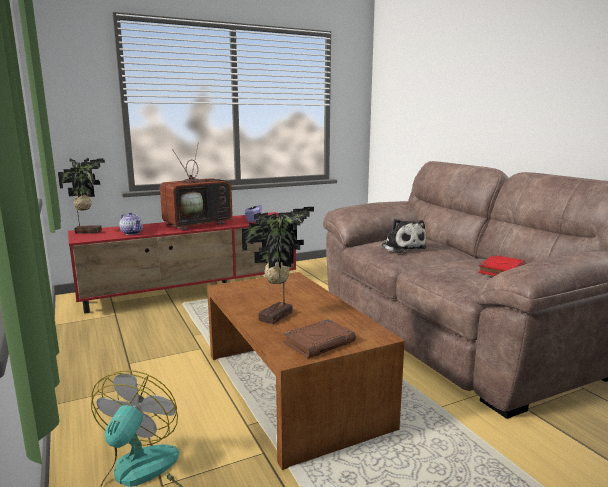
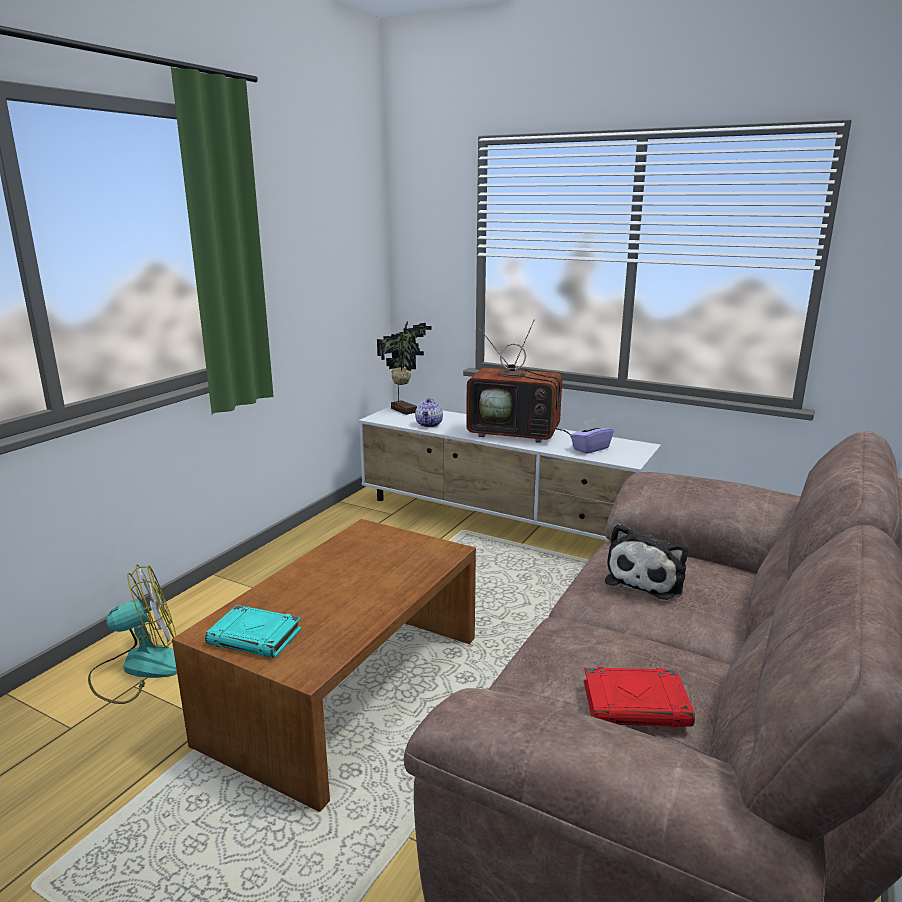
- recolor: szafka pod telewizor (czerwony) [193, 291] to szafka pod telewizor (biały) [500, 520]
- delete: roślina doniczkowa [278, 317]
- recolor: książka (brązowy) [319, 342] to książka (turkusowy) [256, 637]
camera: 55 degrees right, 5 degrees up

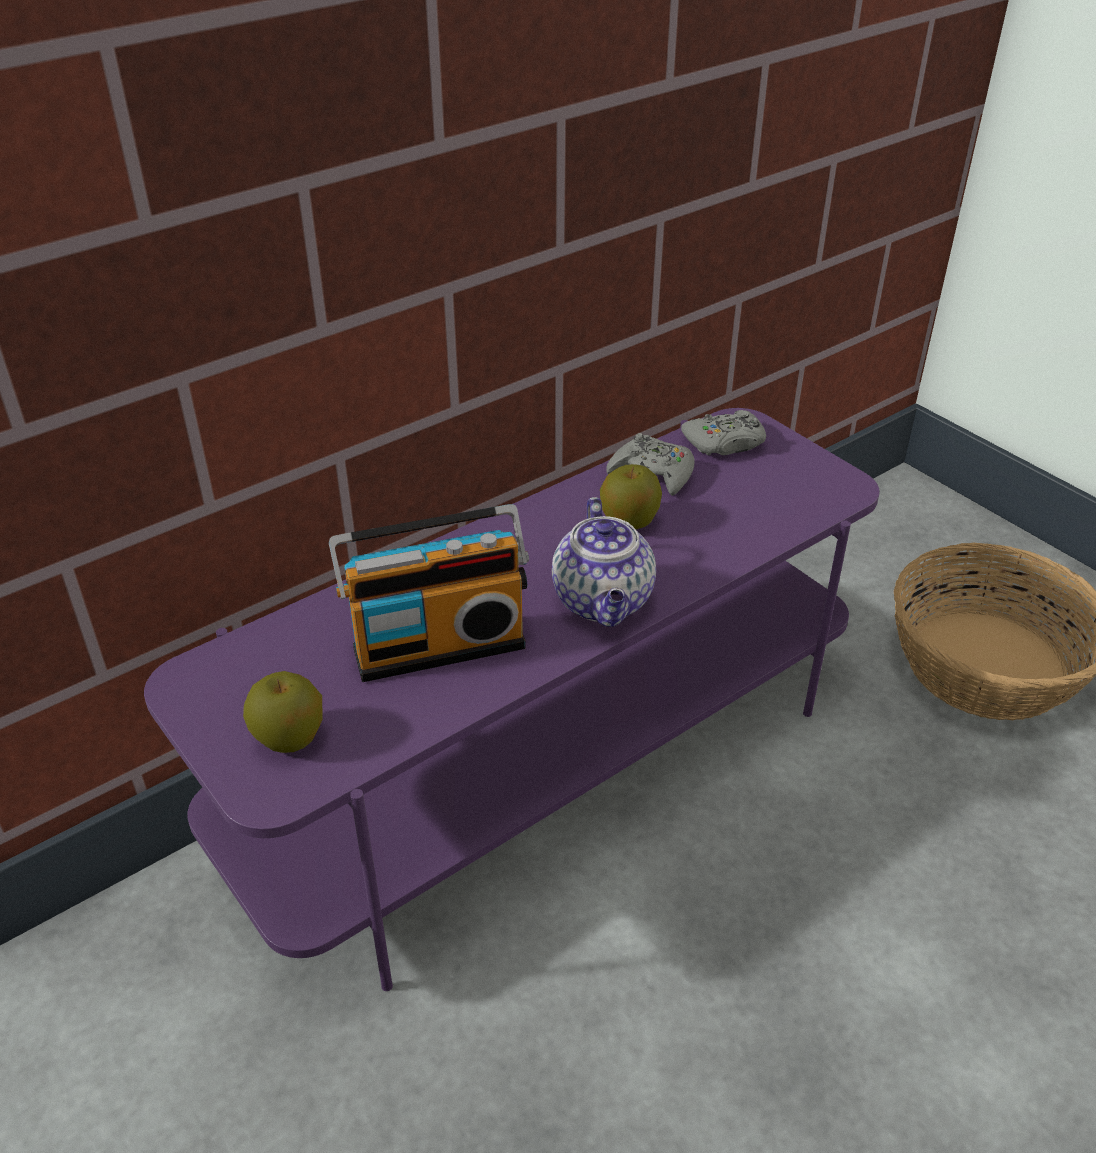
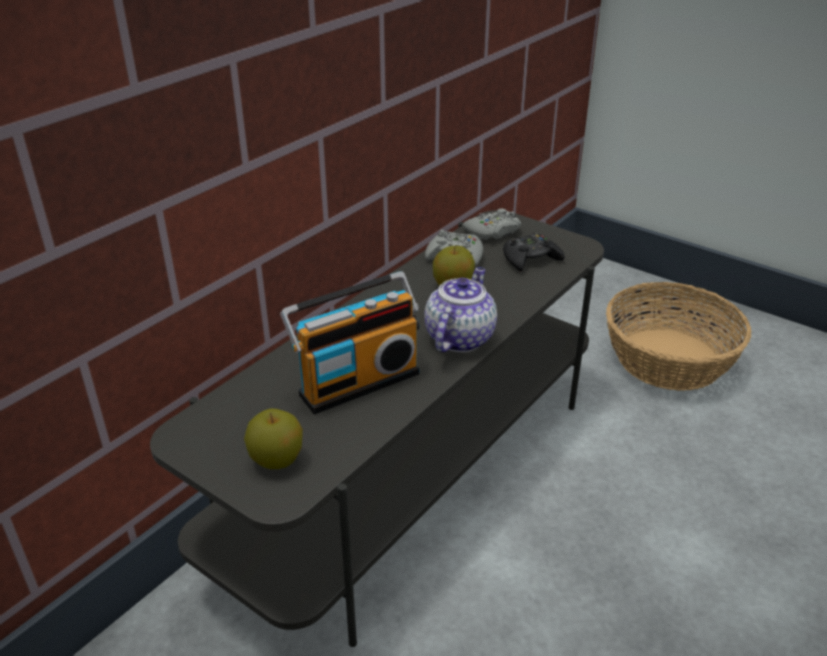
- recolor: szafka pod telewizor (fioletowy) [550, 766] to szafka pod telewizor (szary) [414, 472]
- rotate: imbryk [604, 602] = [459, 337] 135 degrees counterclockwise
- insert: pad do gier (czarny) [530, 259]
camera: 15 degrees left, 5 degrees down

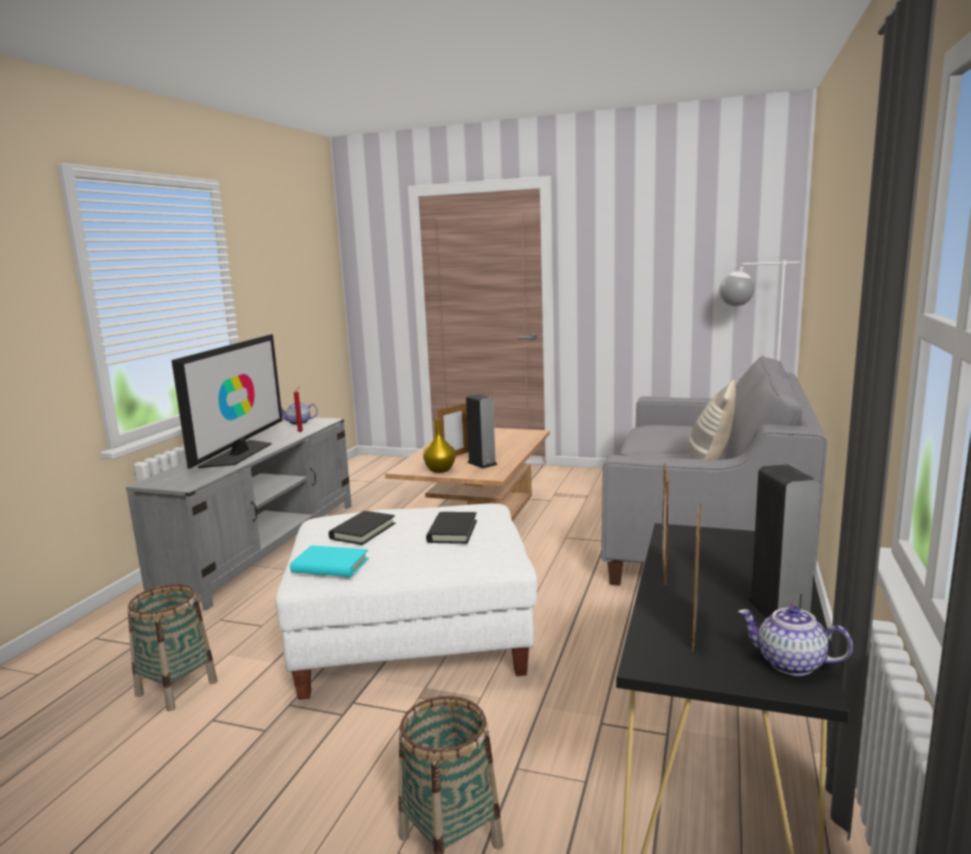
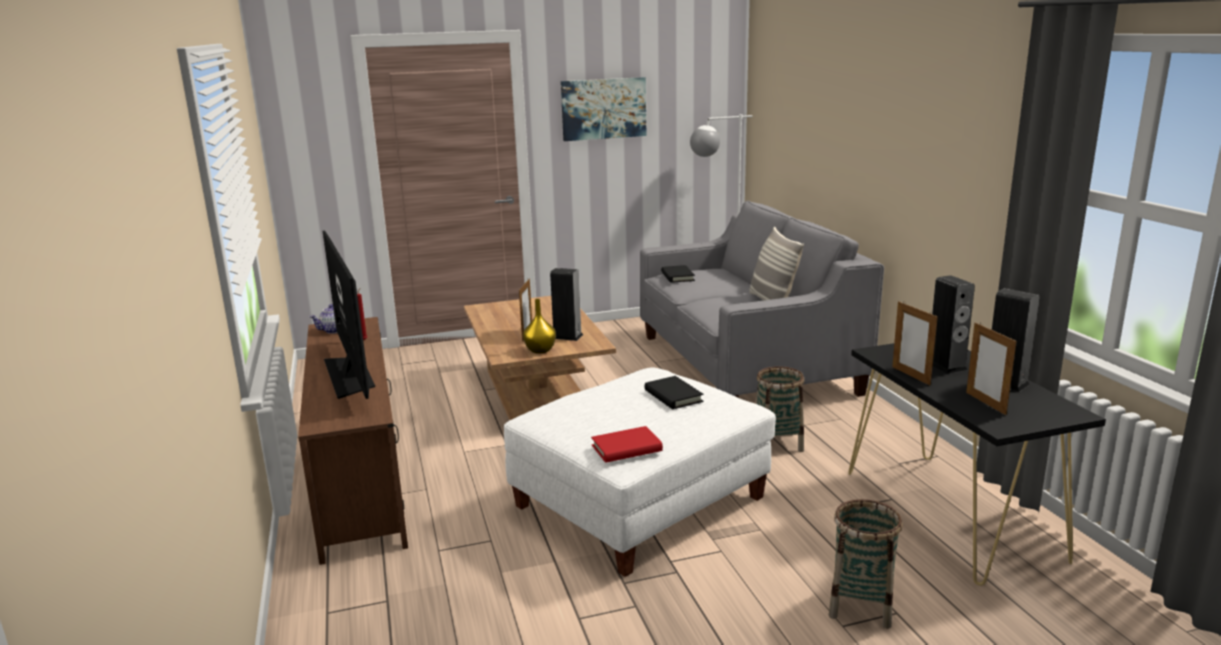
- recolor: szafka pod telewizor (szary) [264, 546] to szafka pod telewizor (brązowy) [360, 476]
- move: koszyk [177, 688] to [777, 443]
- recolor: książka (turkusowy) [330, 566] to książka (czerwony) [626, 448]
- move: książka (czarny) [363, 531] to [677, 276]
- delete: imbryk [790, 663]
- insert: obraz [603, 108]
- insert: głośnik [945, 365]
camera: 35 degrees left, 5 degrees up

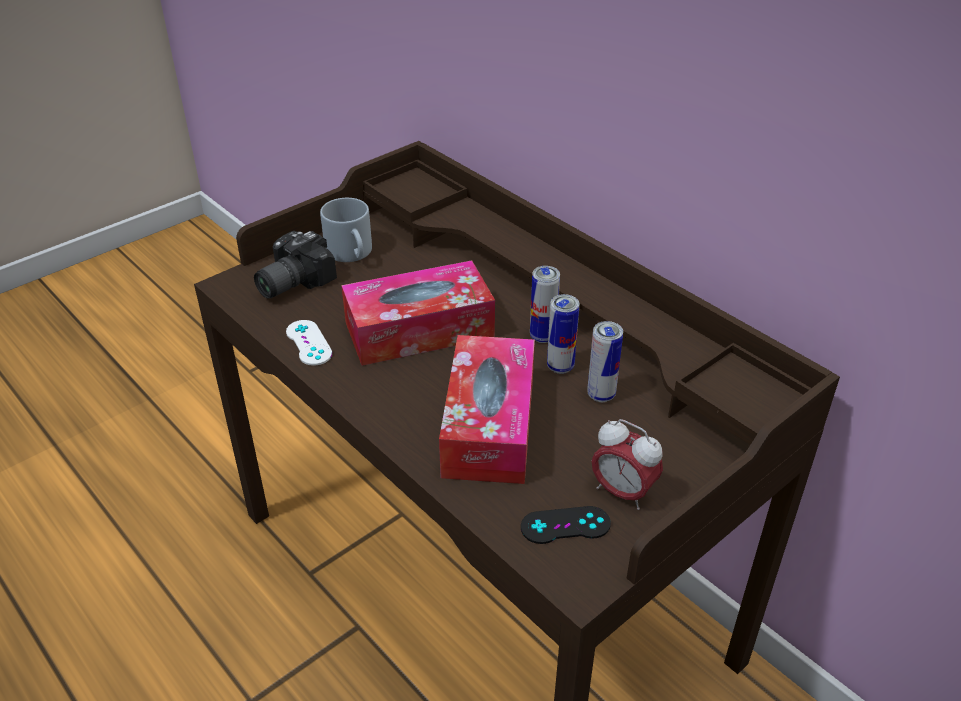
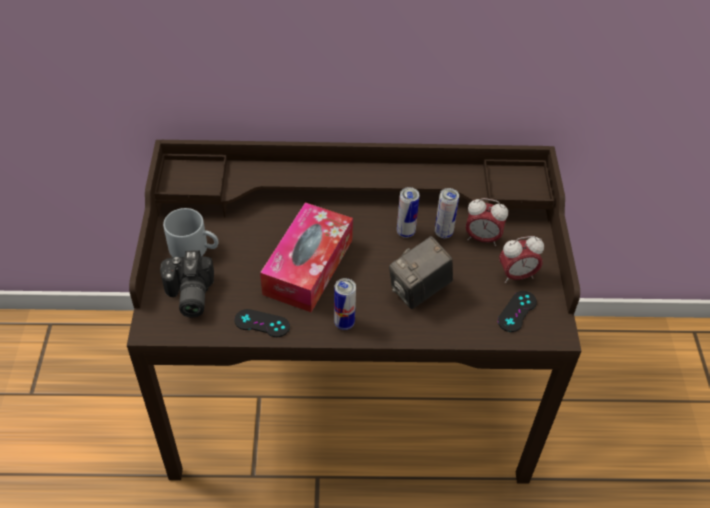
- recolor: pad do gier (biały) [308, 343] to pad do gier (czarny) [262, 323]
- replace: pudełko chusteczek [489, 425] to aparat fotograficzny [419, 291]
- move: puszka [542, 336] to [344, 323]
- insert: budzik [482, 238]
camera: 50 degrees left, 10 degrees up

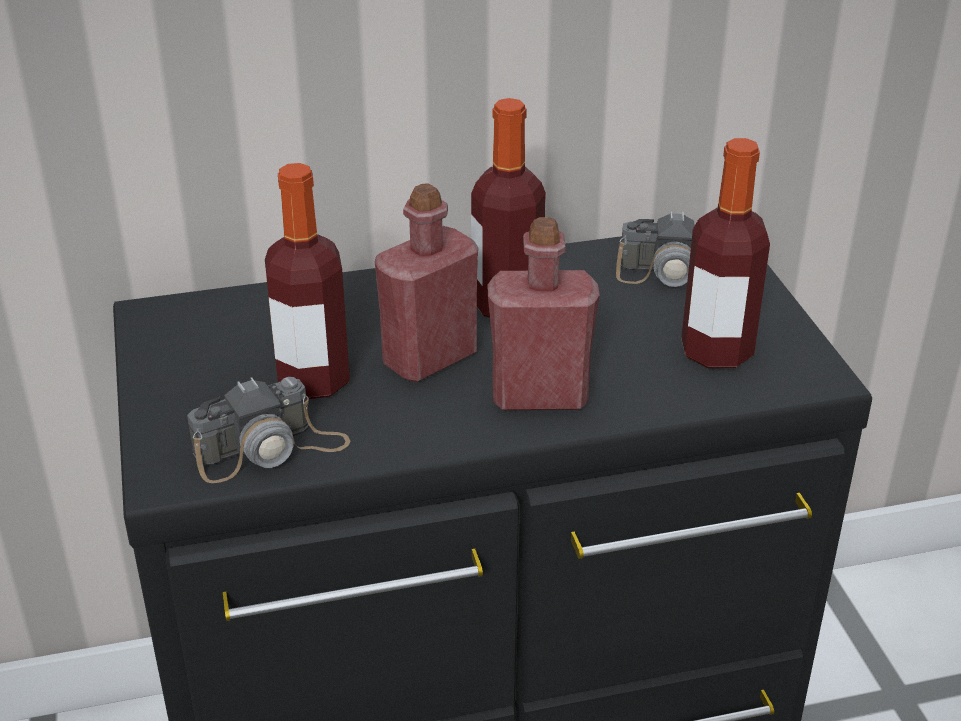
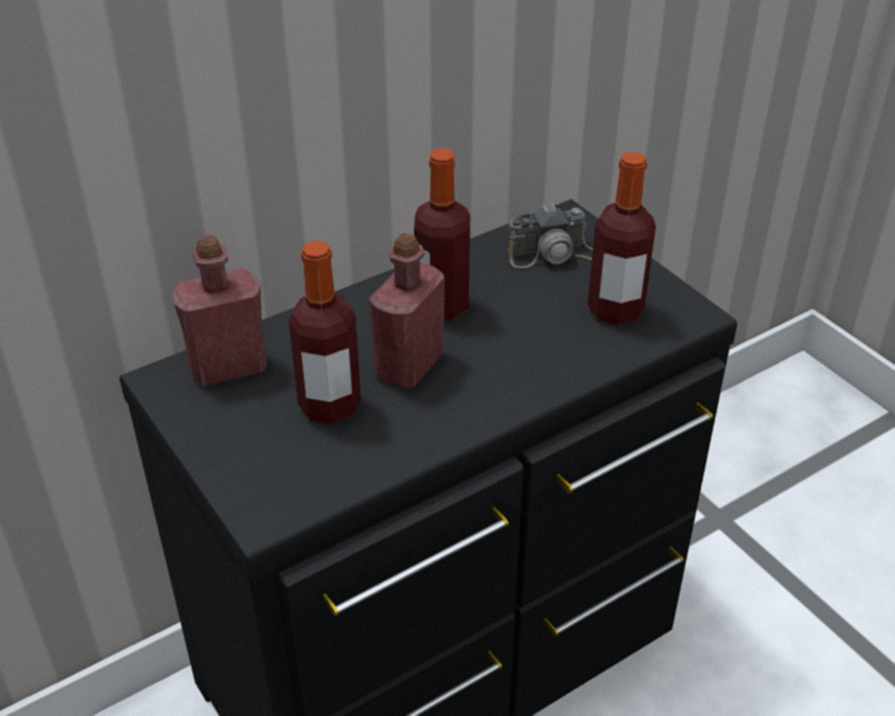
- delete: aparat fotograficzny [271, 449]
- move: butelka (czerwony) [539, 396] to [228, 368]
camera: 20 degrees left, 5 degrees up

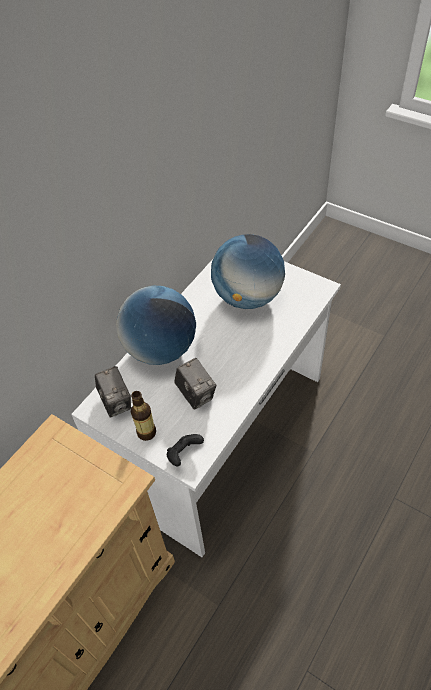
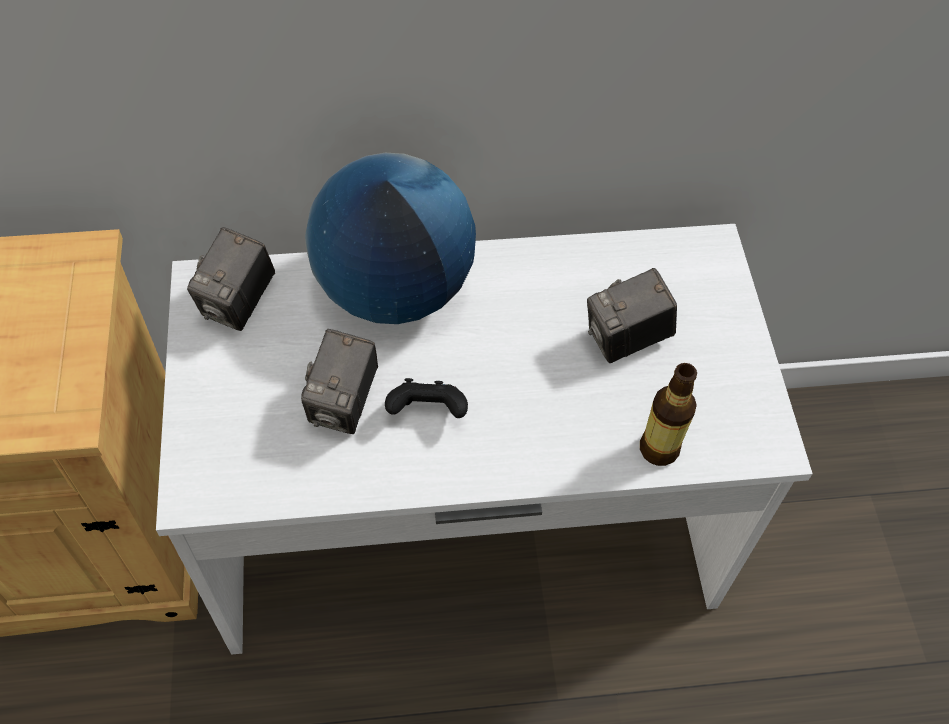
- move: butelka [146, 432] to [659, 449]
- move: pad do gier (czarny) [184, 454] to [427, 412]
- replace: globus [248, 297] to aparat fotograficzny [626, 340]
camera: 45 degrees right, 5 degrees up

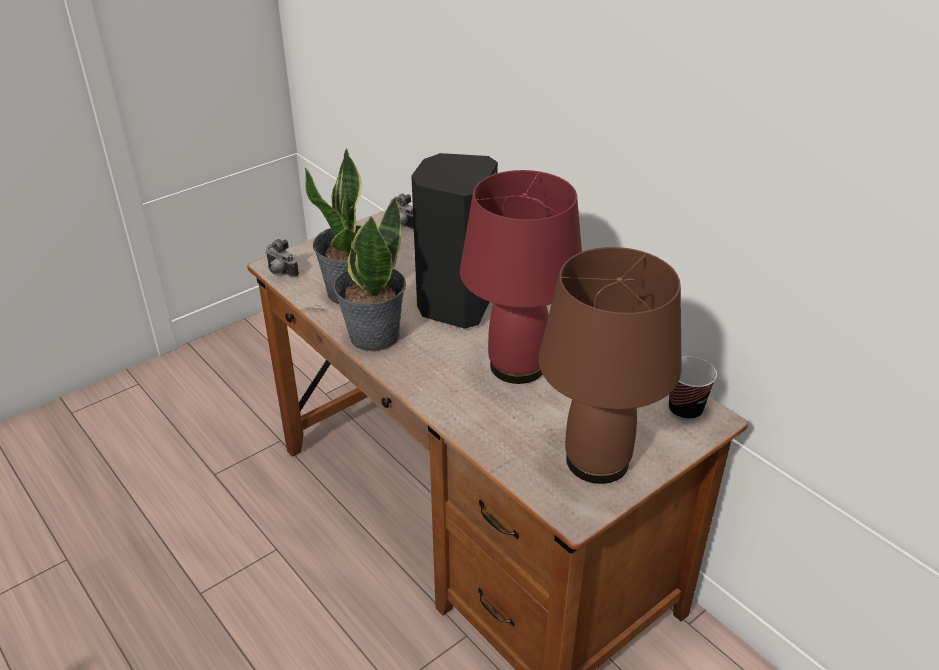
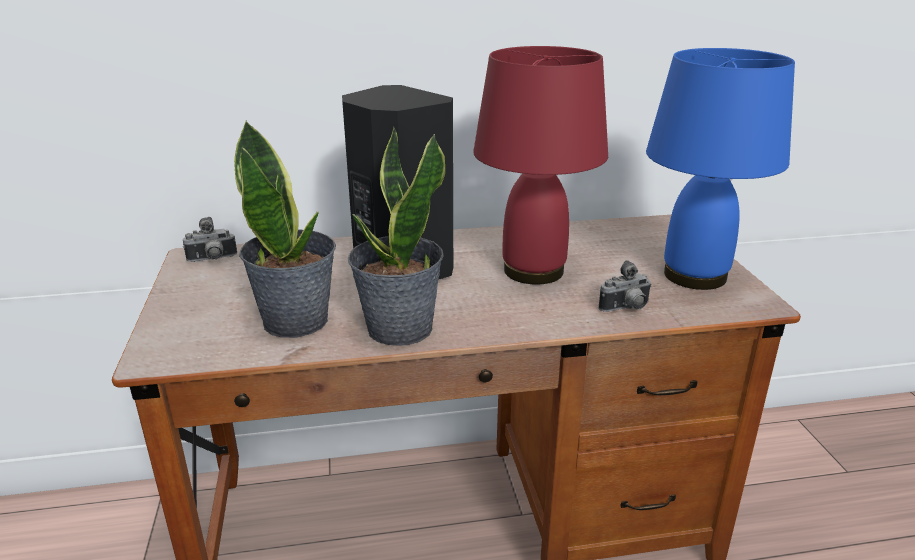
- move: aparat fotograficzny [280, 272] to [626, 309]
- recolor: lampa stołowa (brązowy) [595, 461] to lampa stołowa (niebieski) [695, 276]
- delete: filiżanka [685, 410]
camera: 60 degrees left, 10 degrees down

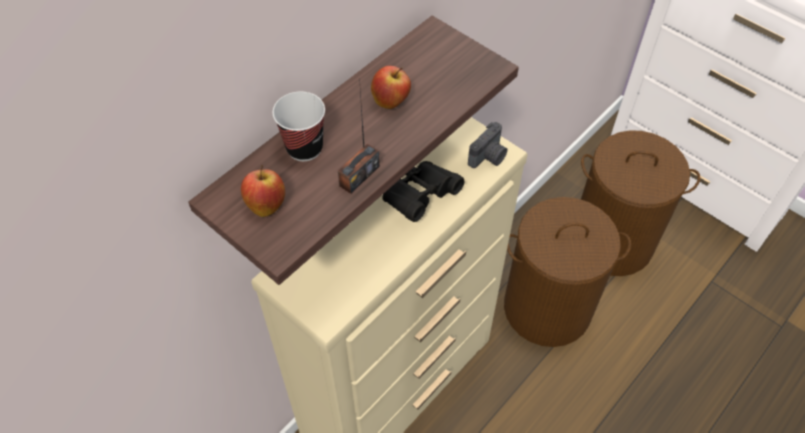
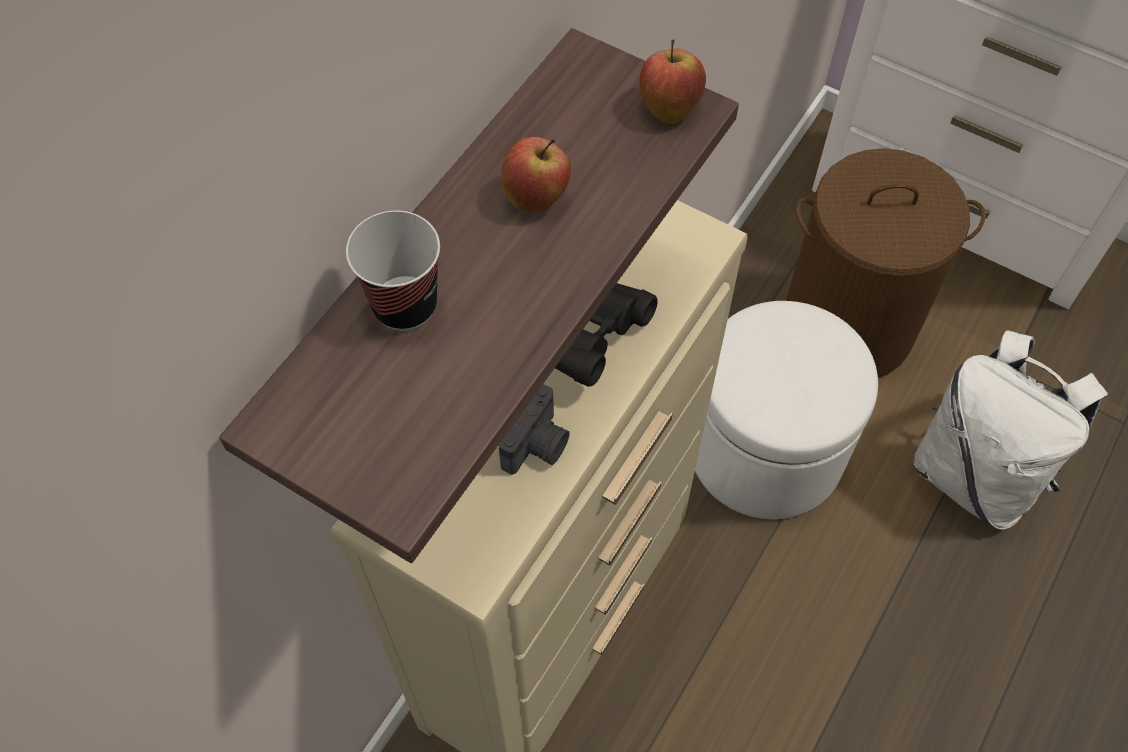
- move: jabłko [266, 205] to [669, 107]
- delete: radio [359, 176]
- move: aparat fotograficzny [489, 157] to [538, 446]
- replace: kosz na pranie (brązowy) [546, 308] to pufa (biały) [765, 449]
- insert: plecak (biały) [976, 474]
camera: 10 degrees left, 5 degrees up

